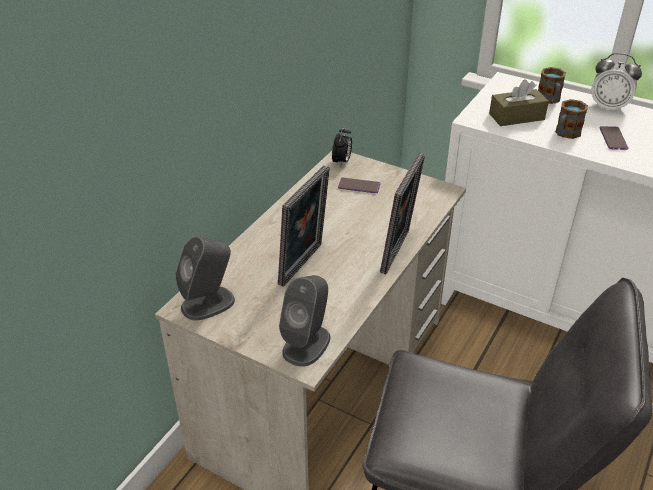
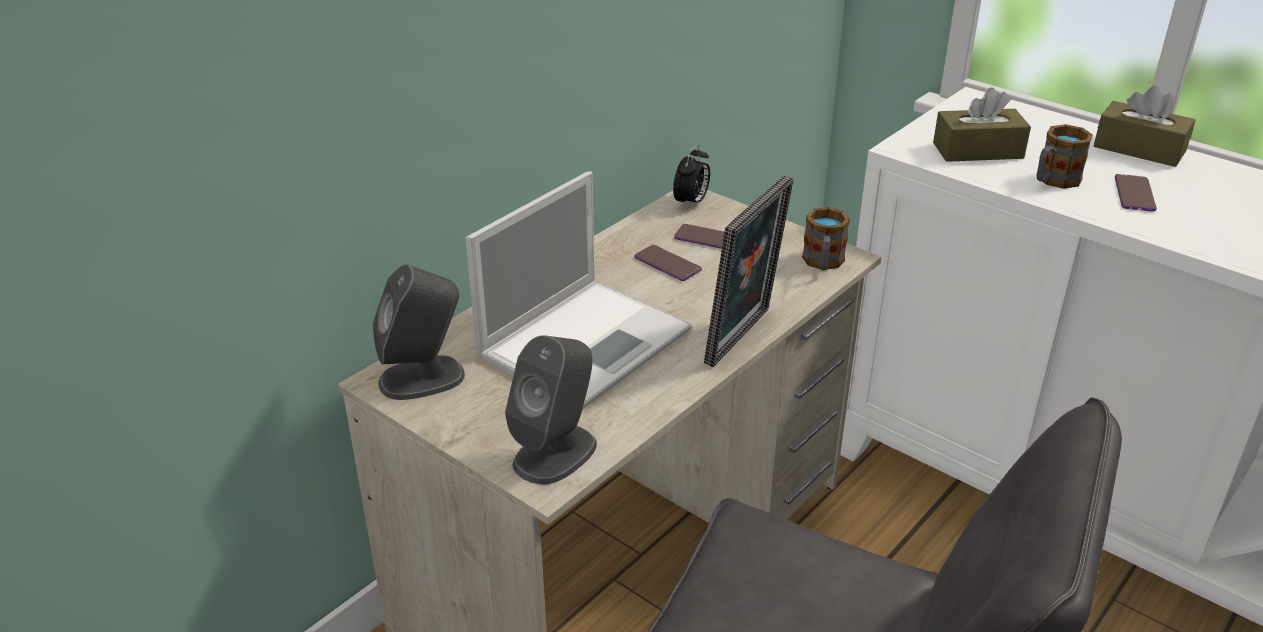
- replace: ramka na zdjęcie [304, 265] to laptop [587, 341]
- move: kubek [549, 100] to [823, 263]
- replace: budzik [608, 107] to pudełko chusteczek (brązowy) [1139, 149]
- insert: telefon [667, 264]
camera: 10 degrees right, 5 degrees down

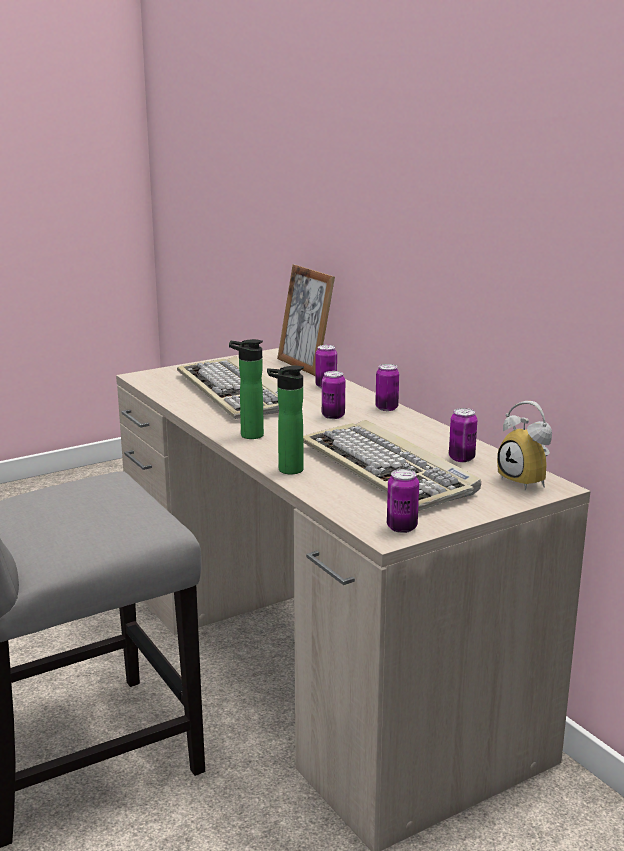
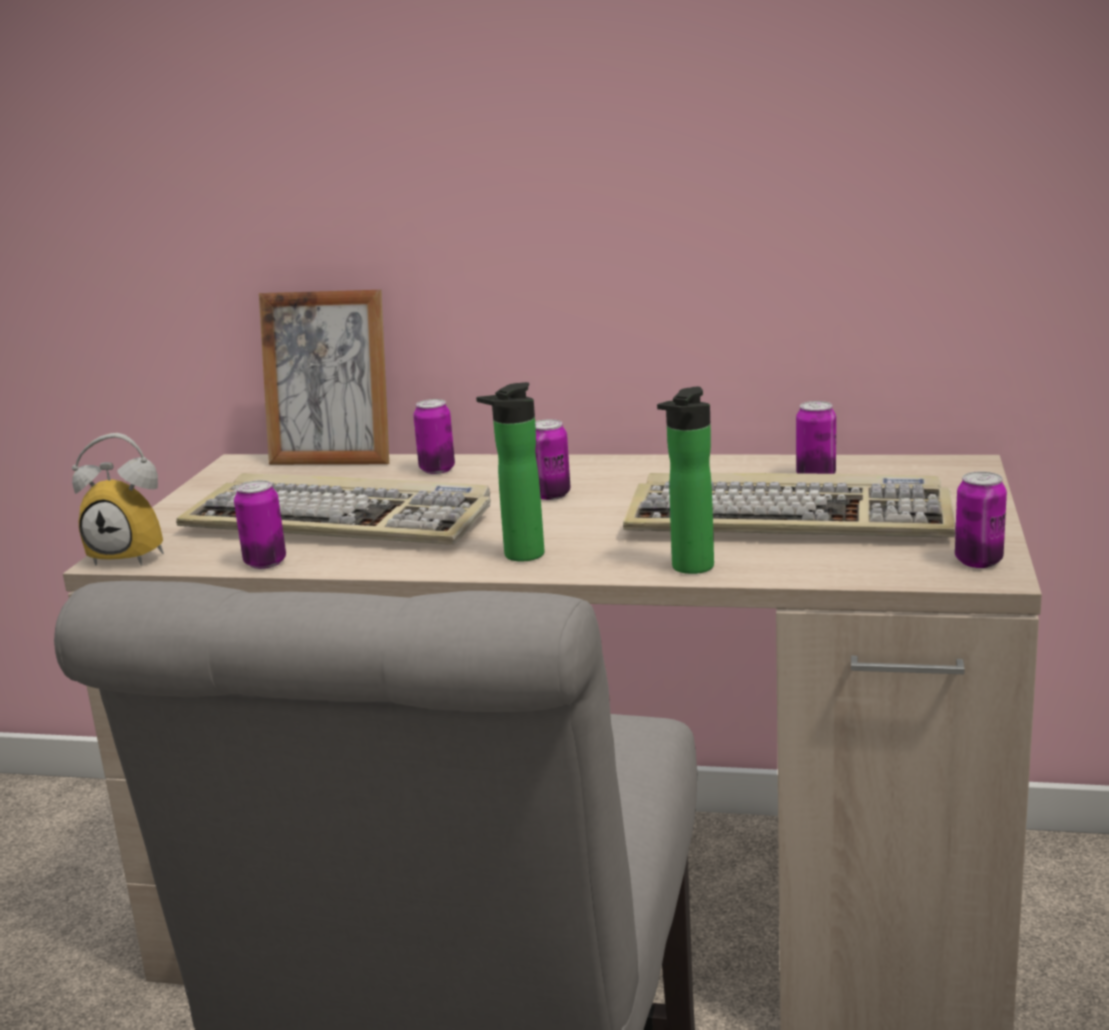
- move: puszka [386, 408] to [265, 562]
- move: budzik [528, 481] to [135, 554]
camera: 45 degrees left, 0 degrees up

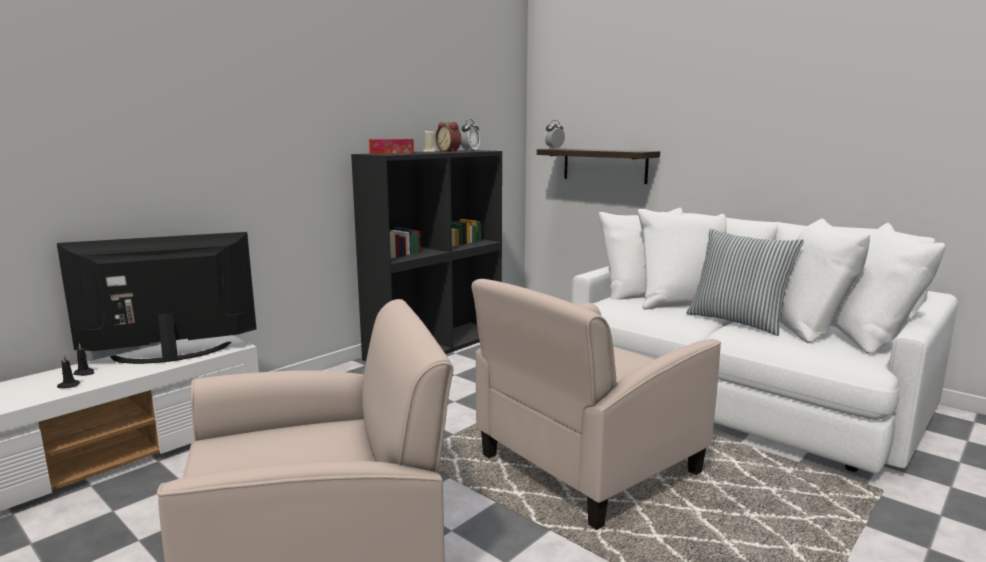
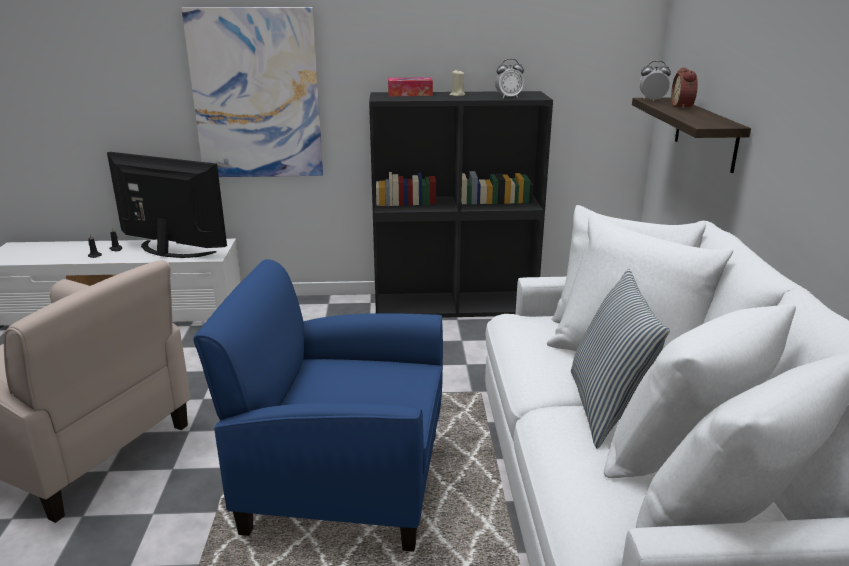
- move: budzik [449, 151] to [684, 106]
- recolor: fotel (beżowy) [587, 465] to fotel (niebieski) [342, 481]
- insert: obraz [256, 95]
camera: 45 degrees right, 10 degrees up

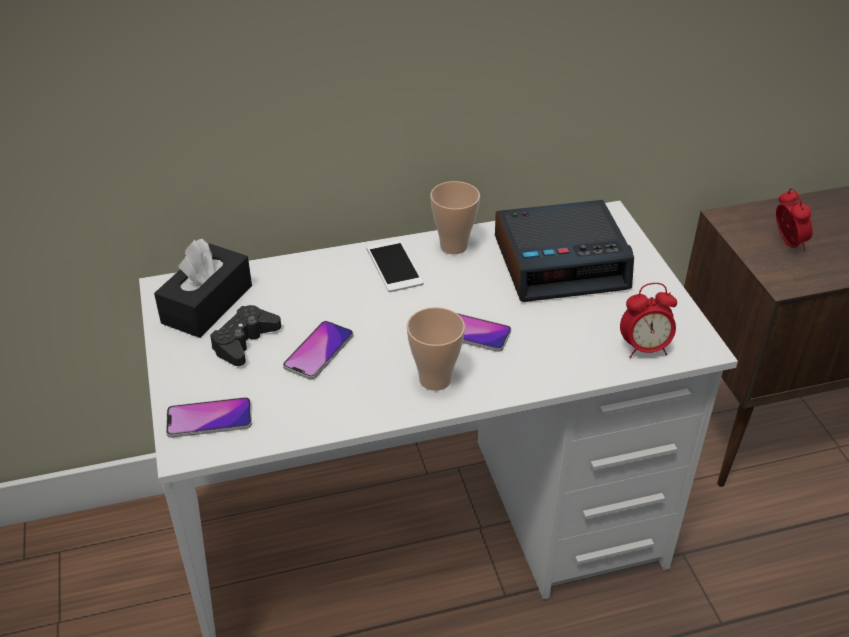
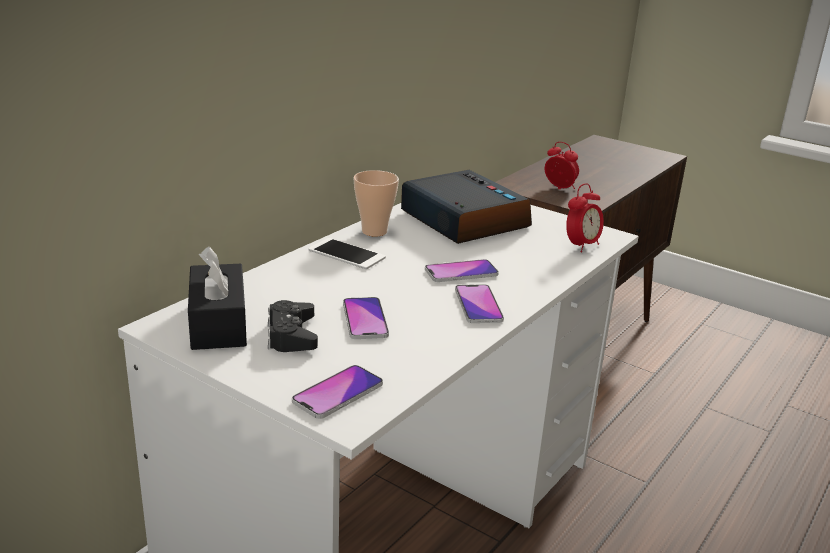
- replace: filiżanka [435, 379] to telefon [478, 305]
- rotate: budzik [561, 262] = [462, 219] 75 degrees counterclockwise
camera: 40 degrees left, 15 degrees down

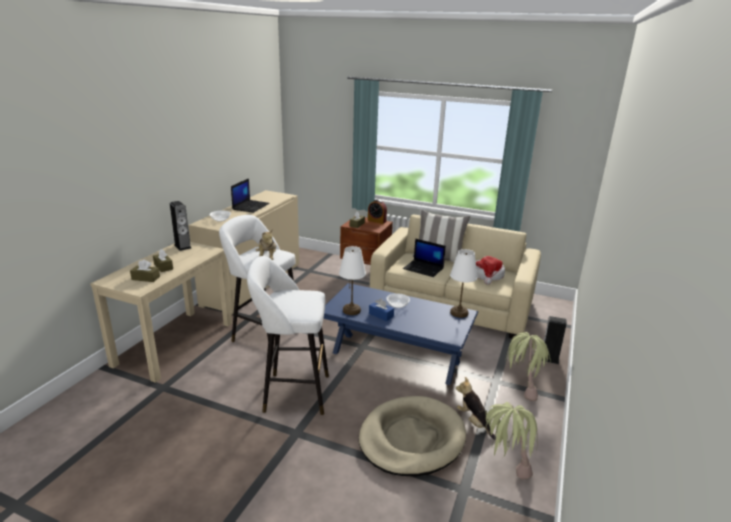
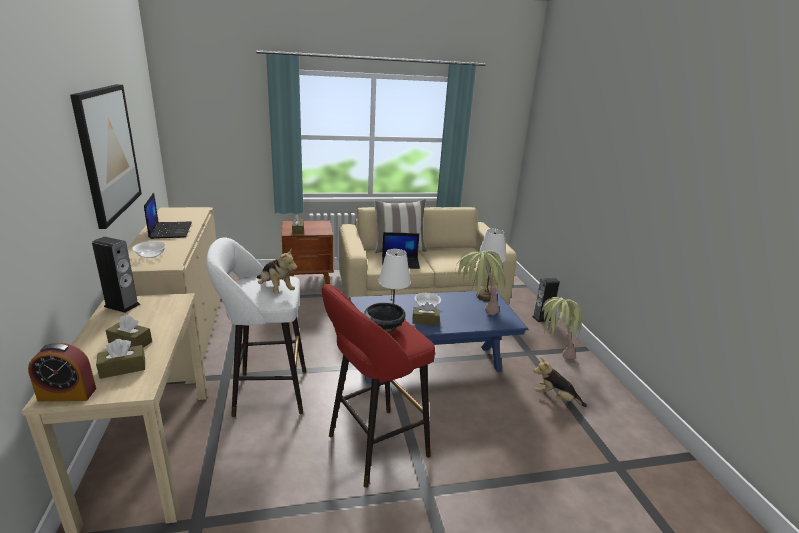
- recolor: stołek (biały) [292, 393] to stołek (czerwony) [373, 448]
- delete: legowisko (beżowy) [411, 439]
- move: budzik [376, 221] to [67, 394]
- recolor: pudełko chusteczek (niebieski) [381, 315] to pudełko chusteczek (brązowy) [425, 321]
- delete: kapelusz [487, 276]
- move: roślina doniczkowa [504, 470] to [476, 314]
- insert: obraz [108, 152]
- insert: miska (czarny) [384, 327]
camera: 35 degrees left, 0 degrees up

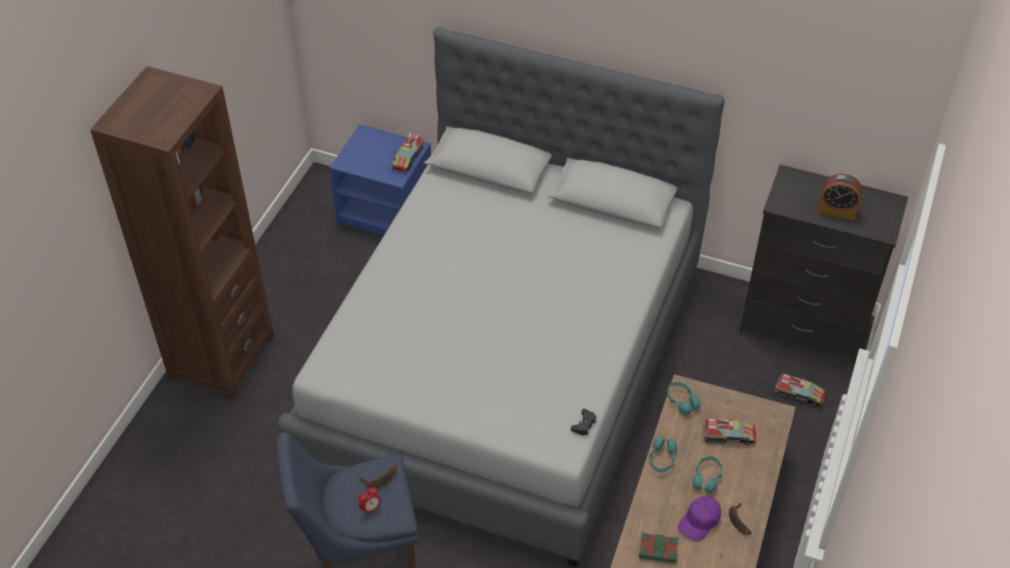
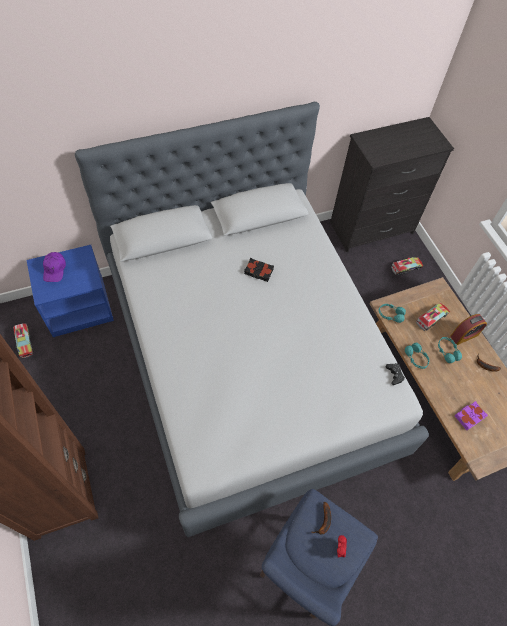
- move: ciężarówka zabawkowa [408, 158] to [25, 342]
- recolor: książka (zielony) [658, 549] to książka (fioletowy) [469, 416]
- move: czapka z daszkiem (fioletowy) [700, 521] to [55, 269]
- move: budzik [836, 211] to [464, 335]
- insert: książka (czarny) [258, 272]
camera: 45 degrees left, 10 degrees up

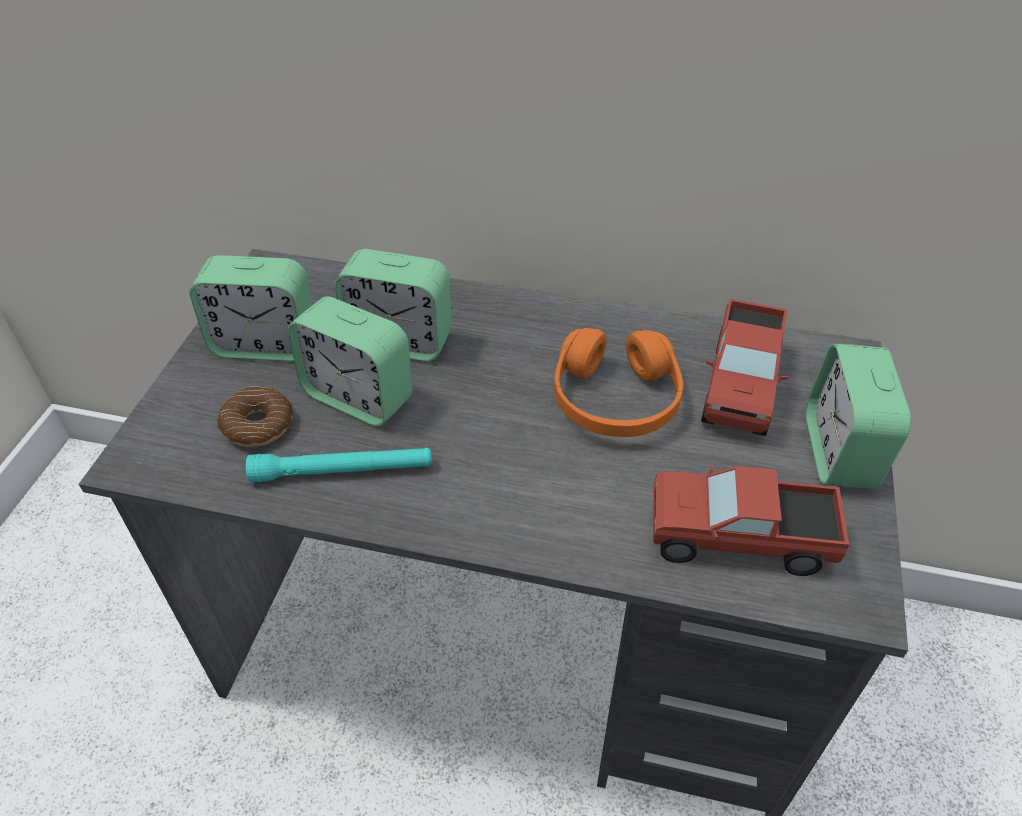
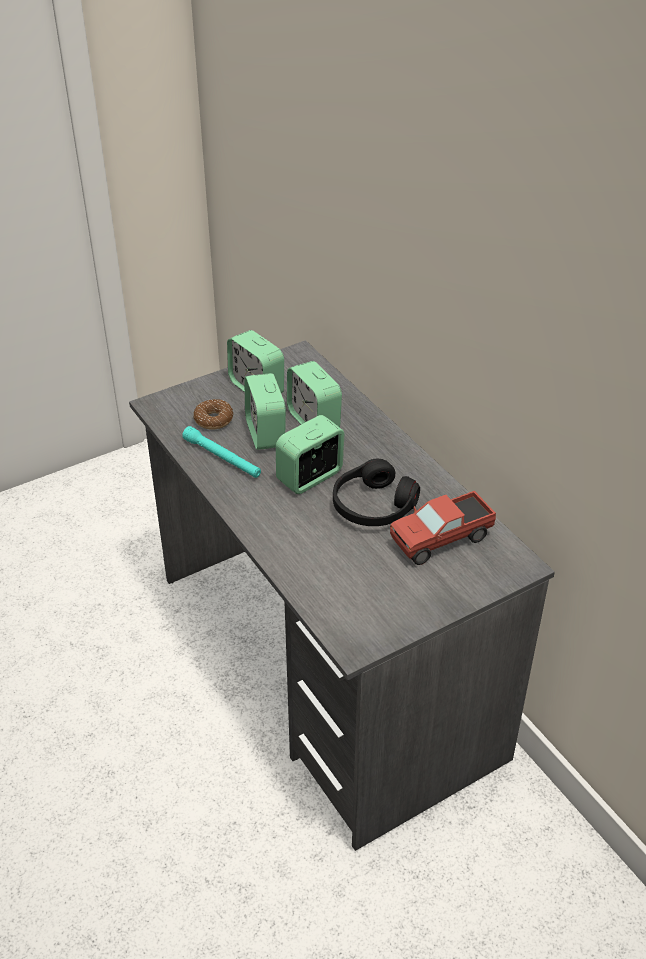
- recolor: słuchawki (pomarańczowy) [615, 399] to słuchawki (czarny) [373, 505]
- delete: ciężarówka zabawkowa [739, 539]
- move: budzik [839, 451] to [310, 477]
camera: 45 degrees right, 5 degrees down

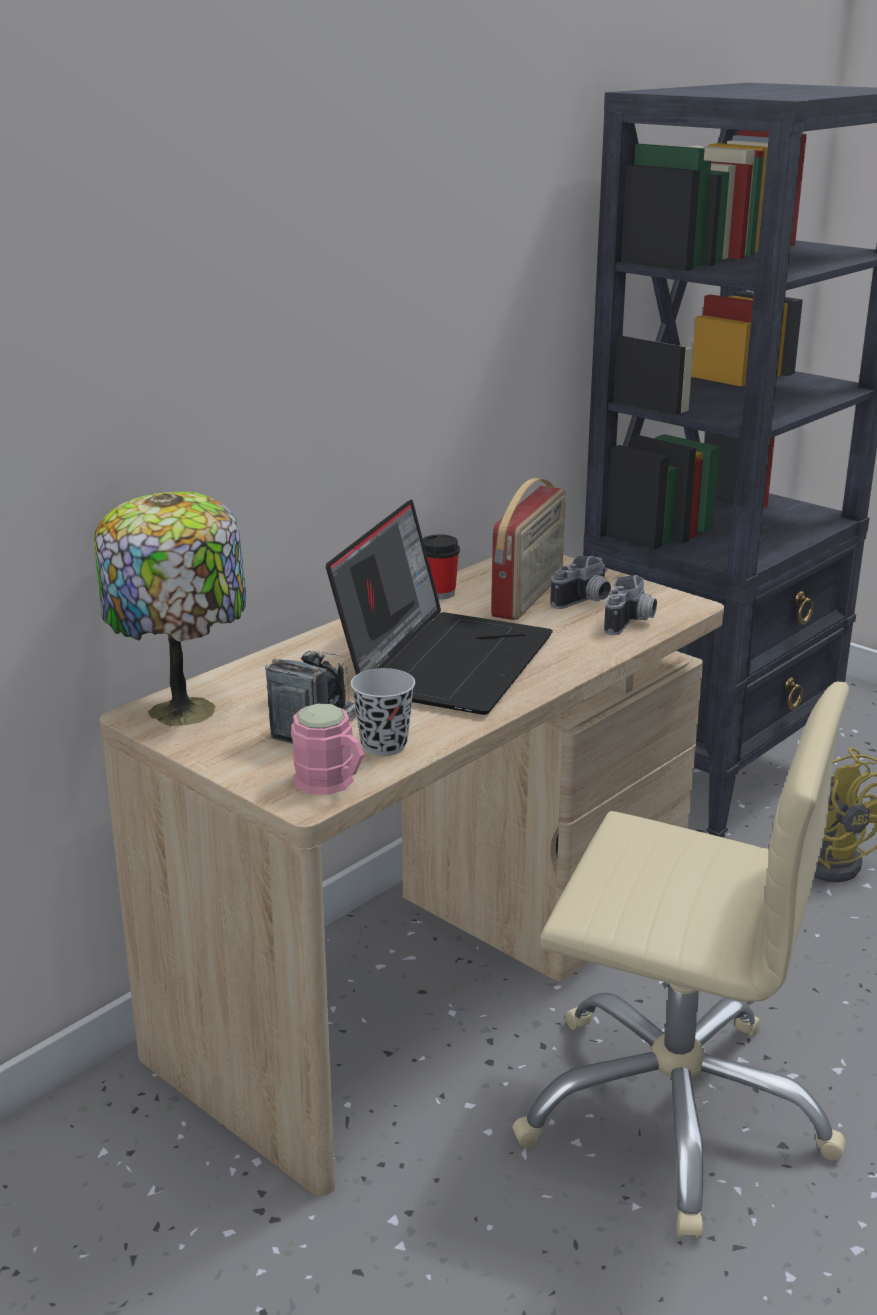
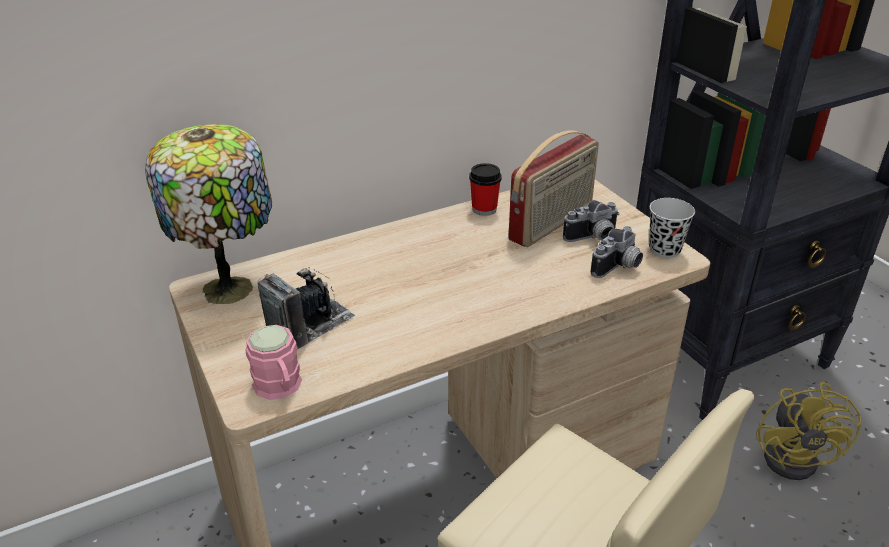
- delete: laptop [444, 660]
- move: filiżanka (czarny) [384, 745] to [664, 250]
camera: 20 degrees right, 10 degrees up

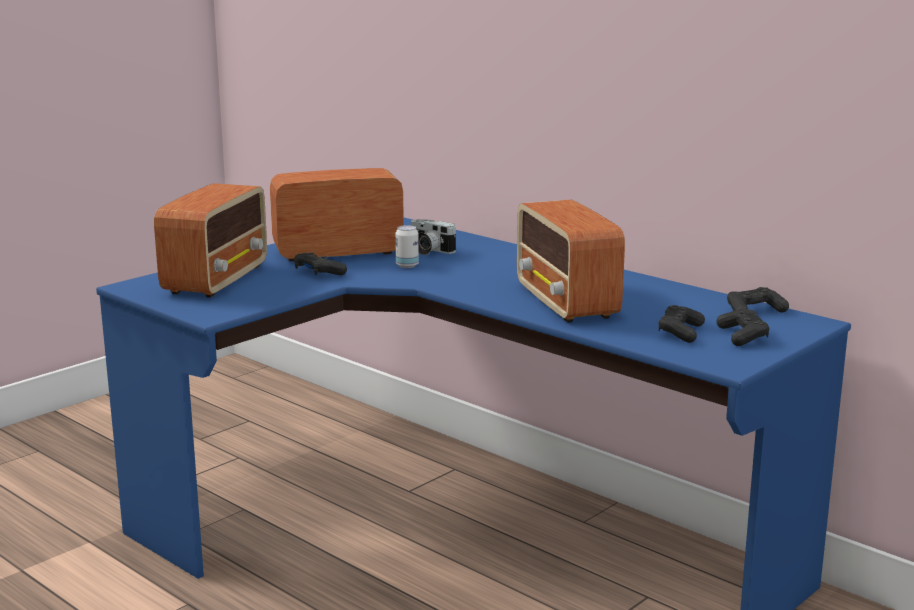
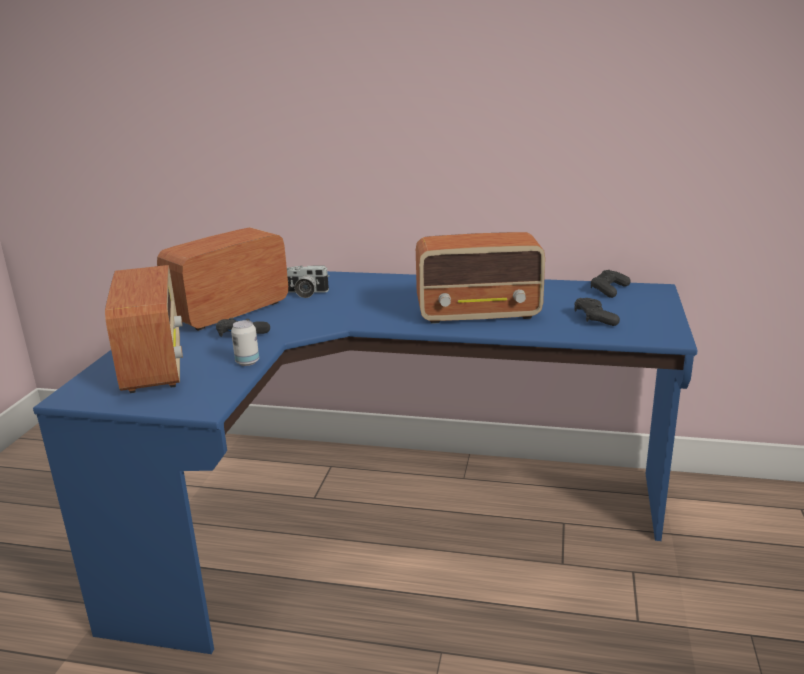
- move: puszka [407, 266] to [247, 362]
- rotate: radio [566, 302] = [479, 314] 45 degrees counterclockwise
- delete: pad do gier (czarny) [742, 336]
camera: 30 degrees left, 5 degrees up

